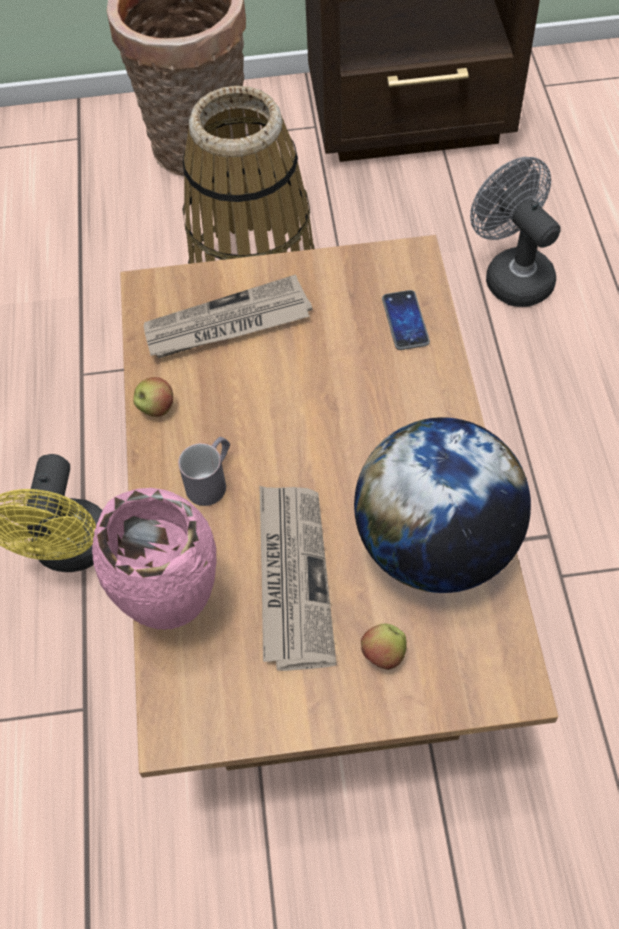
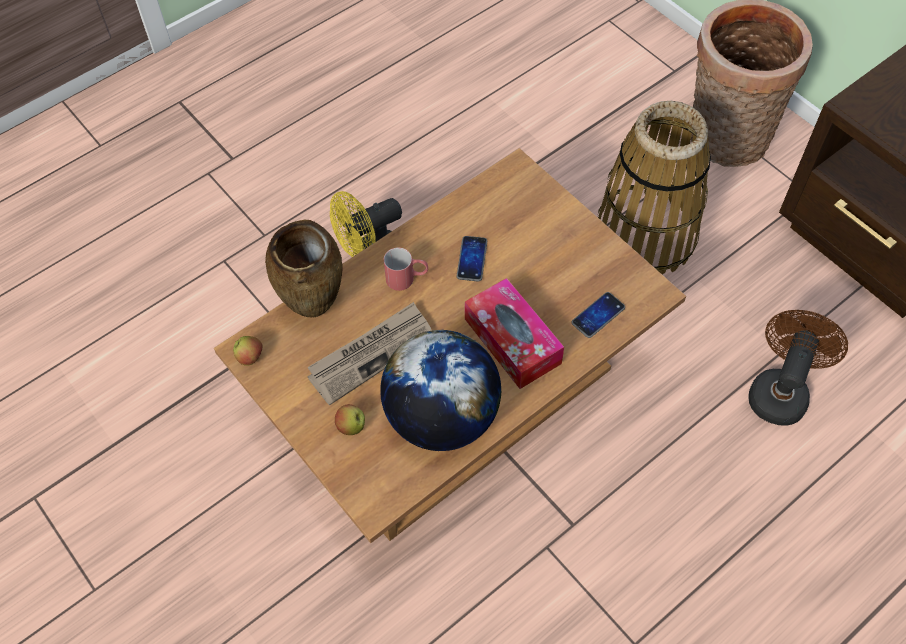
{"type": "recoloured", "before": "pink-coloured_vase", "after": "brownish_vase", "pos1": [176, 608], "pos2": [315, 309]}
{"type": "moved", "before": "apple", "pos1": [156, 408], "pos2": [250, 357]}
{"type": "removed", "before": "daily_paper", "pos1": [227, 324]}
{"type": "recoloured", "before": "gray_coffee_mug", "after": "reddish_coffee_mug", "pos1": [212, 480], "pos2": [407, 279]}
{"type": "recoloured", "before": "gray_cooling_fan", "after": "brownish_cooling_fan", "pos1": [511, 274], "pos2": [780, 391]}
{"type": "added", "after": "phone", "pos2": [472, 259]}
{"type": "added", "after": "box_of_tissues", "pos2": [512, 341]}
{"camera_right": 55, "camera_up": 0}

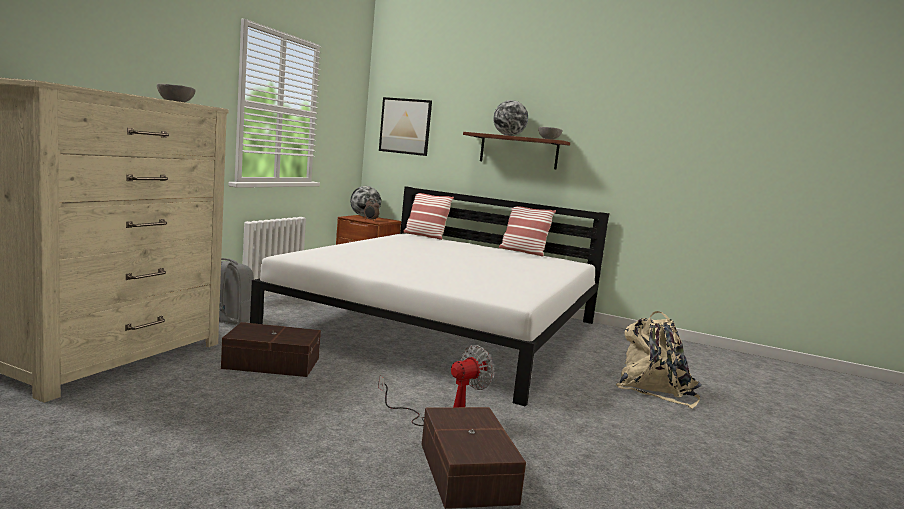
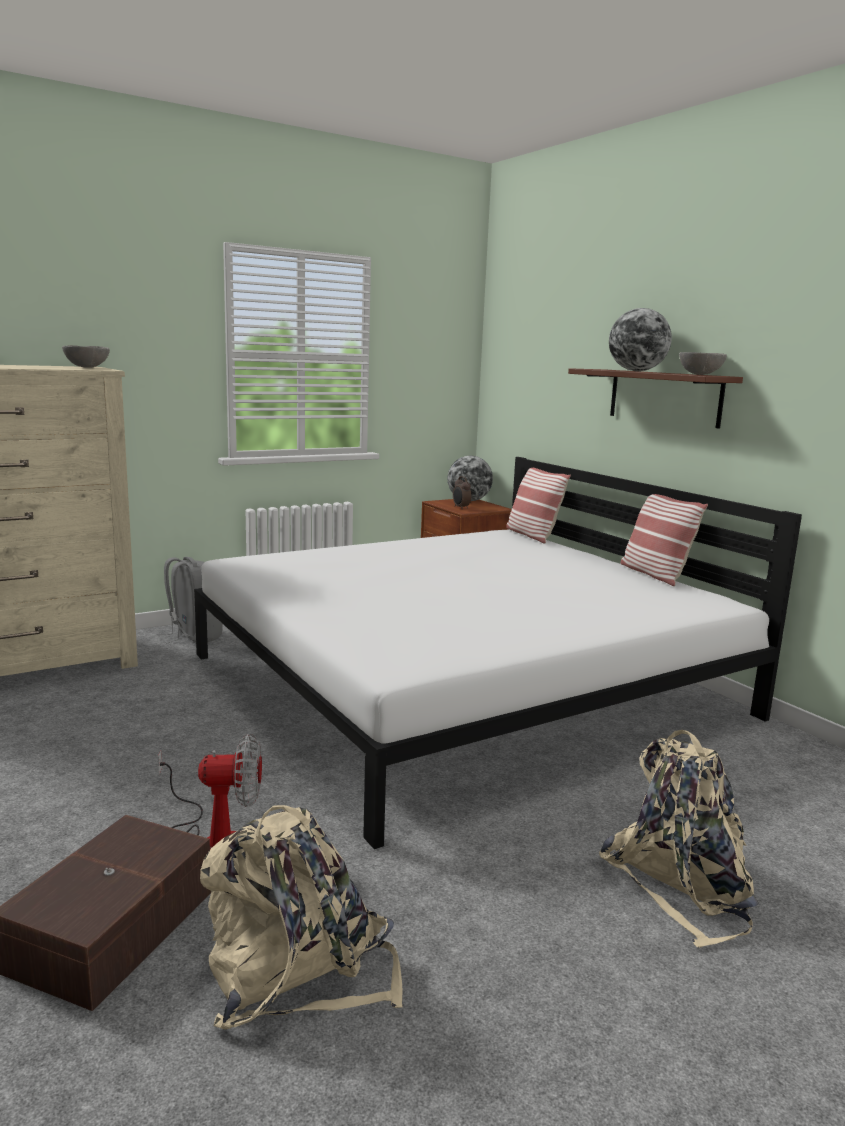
{"type": "removed", "before": "brownish_storage_bin", "pos1": [271, 362]}
{"type": "removed", "before": "wall_picture", "pos1": [405, 126]}
{"type": "added", "after": "sand-coloured_rucksack", "pos2": [298, 971]}
{"camera_right": 35, "camera_up": 5}

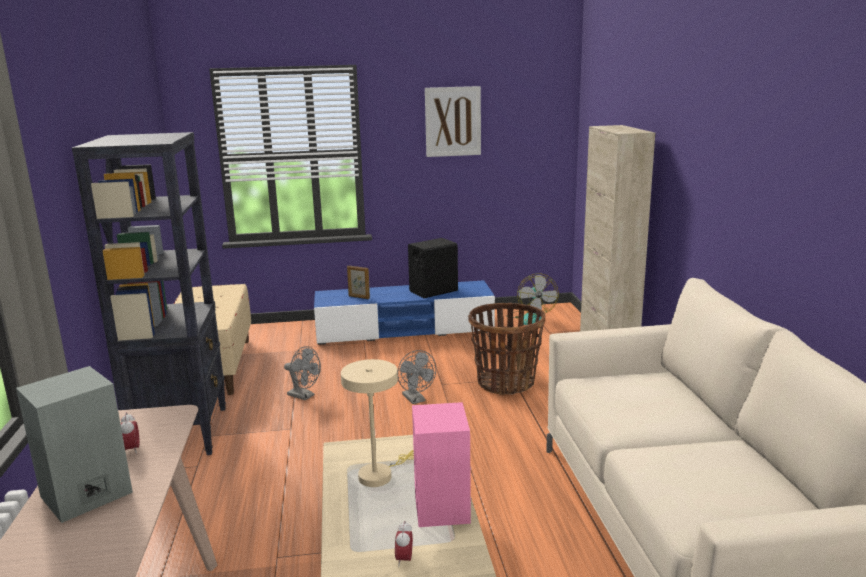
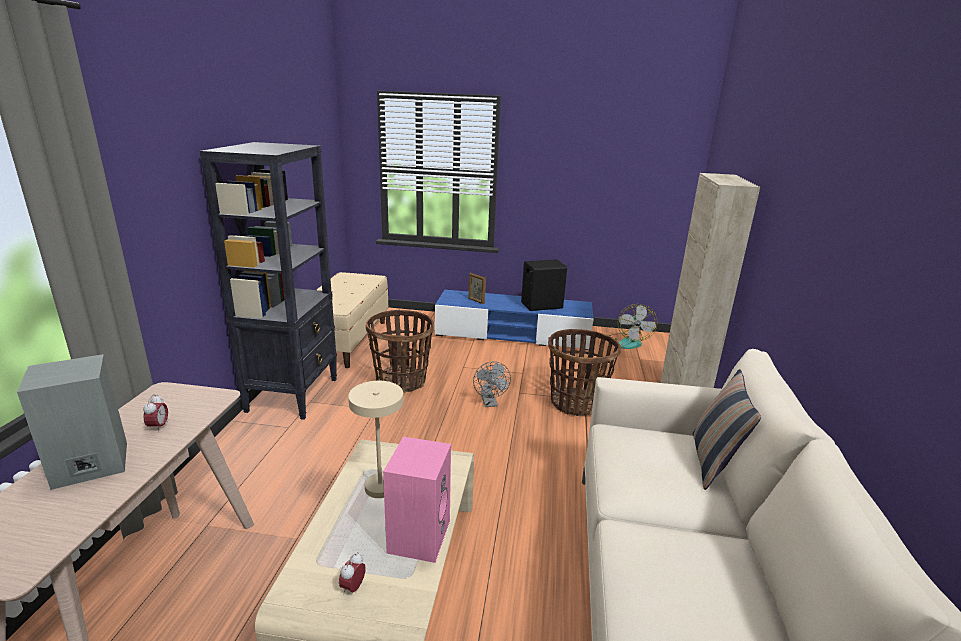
{"type": "replaced", "before": "gray_cooling_fan", "after": "storage_basket", "pos1": [304, 396], "pos2": [401, 381]}
{"type": "removed", "before": "wall_picture", "pos1": [453, 121]}
{"type": "added", "after": "throw_pillow", "pos2": [712, 462]}
{"camera_right": 15, "camera_up": 5}

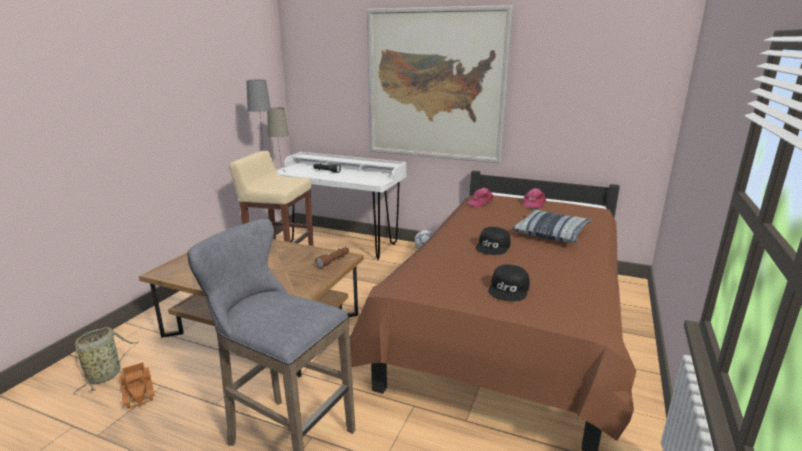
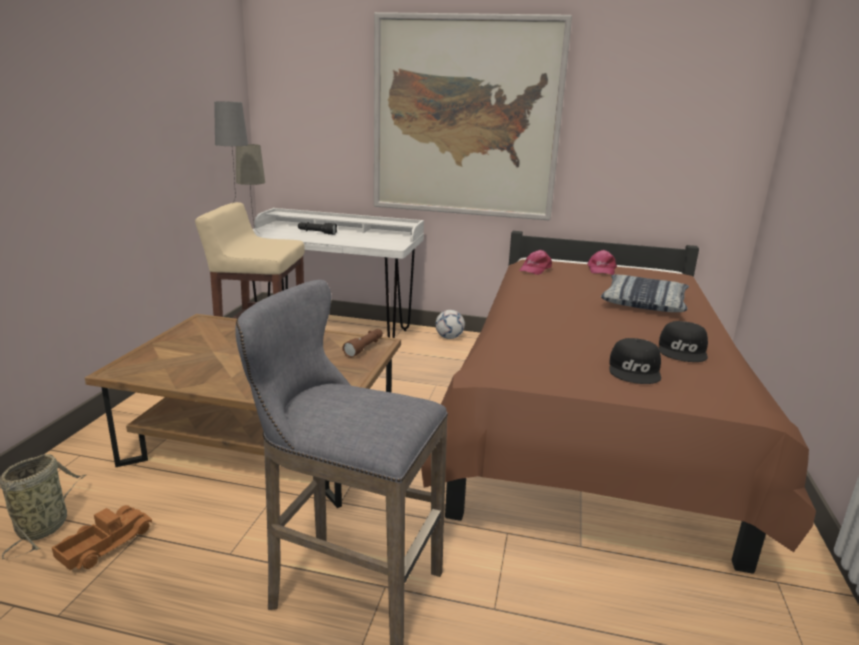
{"type": "turned", "before": "model_truck", "pos1": [139, 390], "pos2": [105, 544], "turn": -105}
{"type": "moved", "before": "blackish_baseball_cap", "pos1": [493, 247], "pos2": [683, 350]}
{"camera_right": -10, "camera_up": 0}

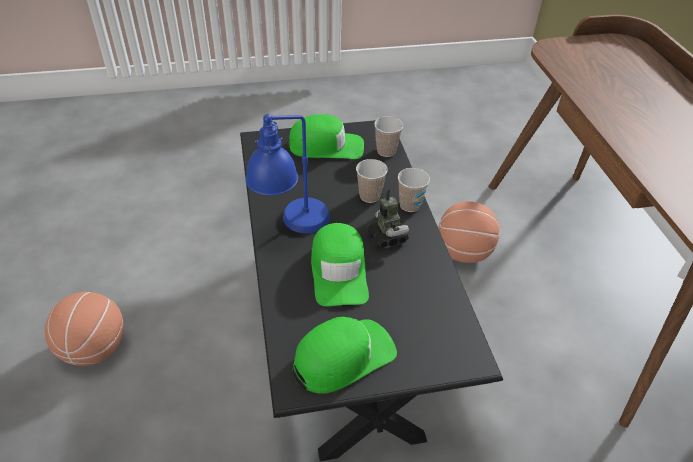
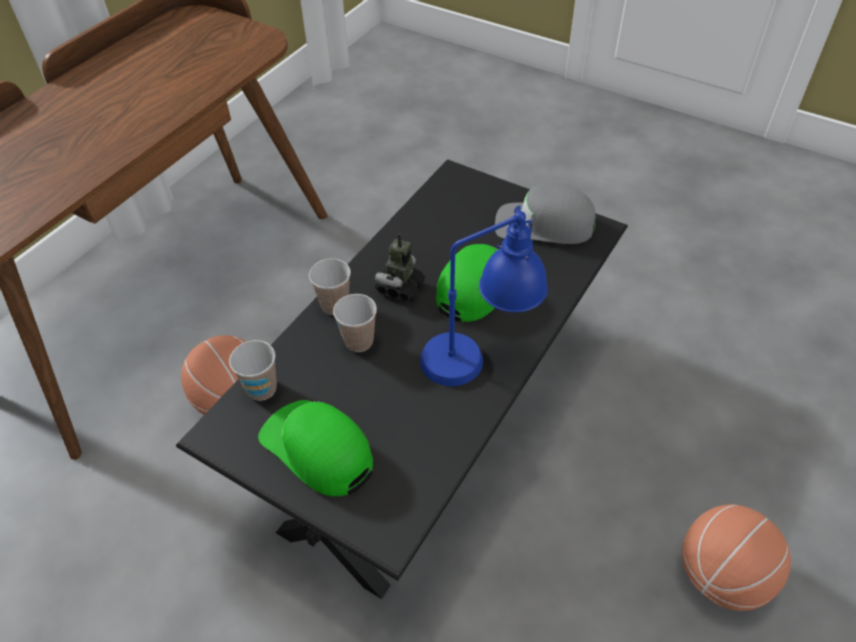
{"type": "recoloured", "before": "green_baseball_cap", "after": "gray_baseball_cap", "pos1": [343, 357], "pos2": [544, 225]}
{"camera_right": -135, "camera_up": 5}

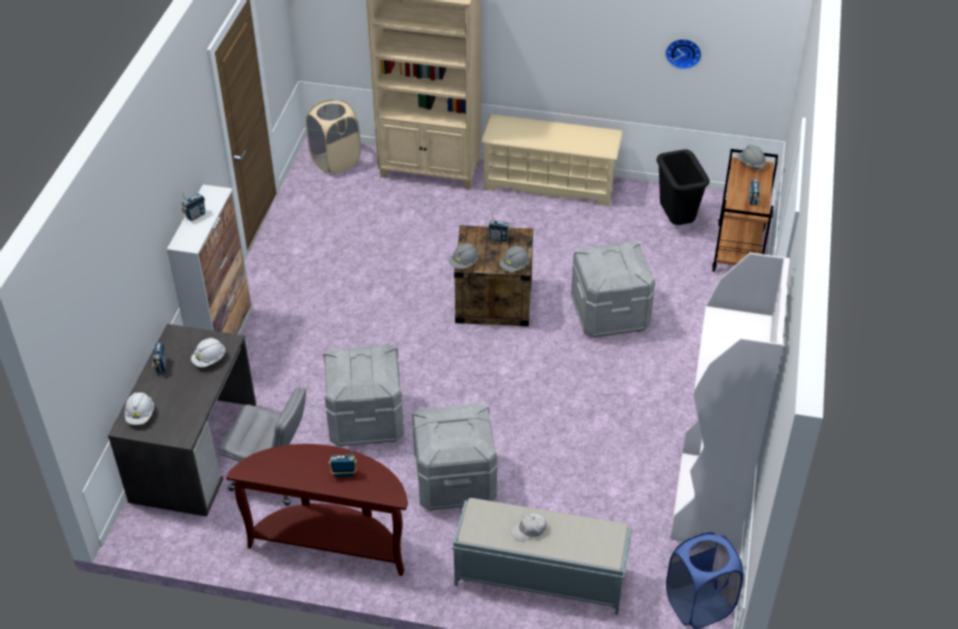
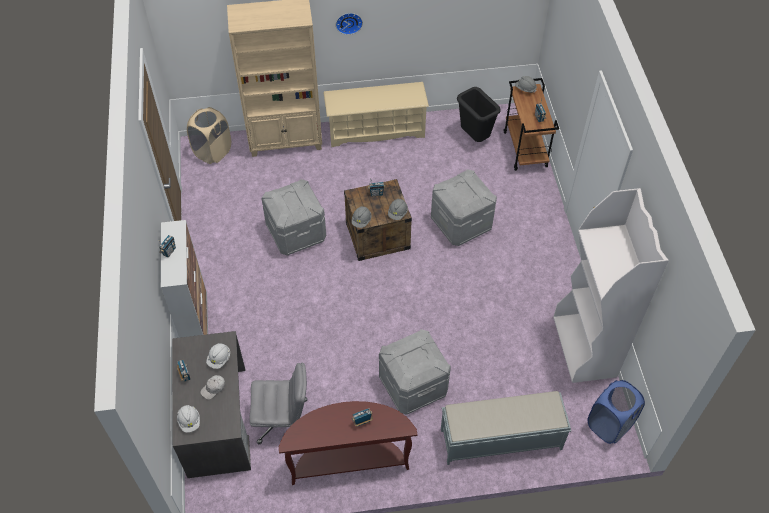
{"type": "moved", "before": "gray_storage_bin", "pos1": [365, 420], "pos2": [296, 233]}
{"type": "moved", "before": "white_baseball_cap", "pos1": [528, 530], "pos2": [213, 388]}
{"type": "moved", "before": "hanging_clock", "pos1": [683, 52], "pos2": [348, 22]}
{"camera_right": -20, "camera_up": 10}

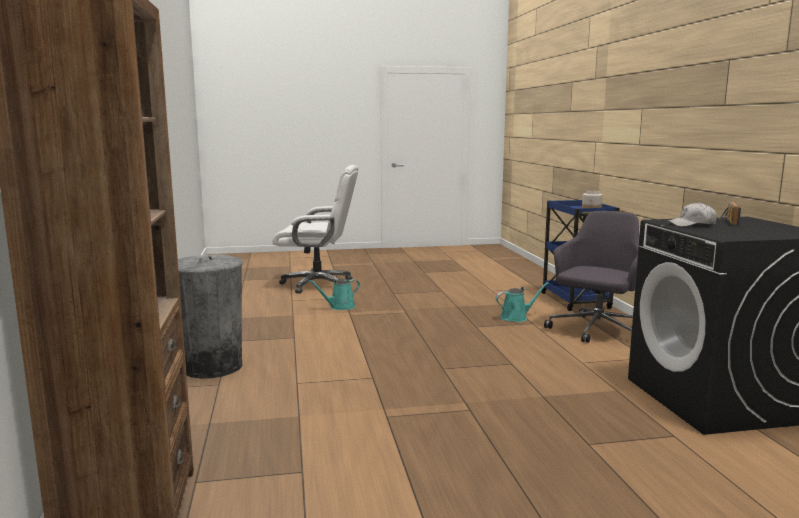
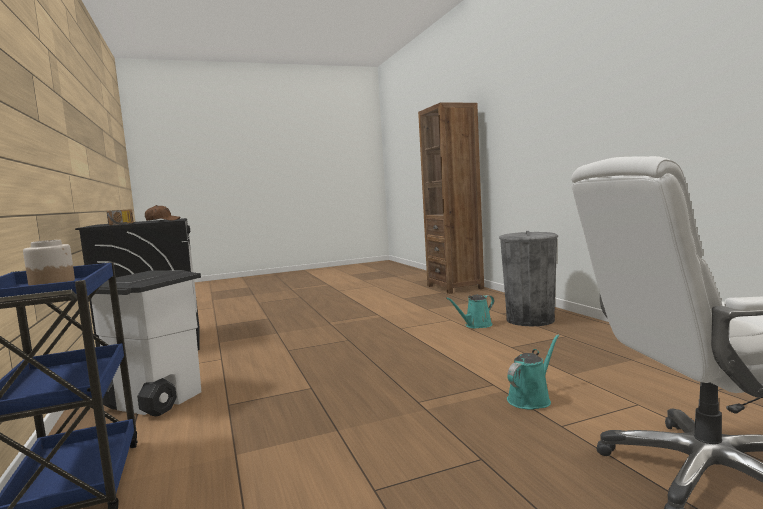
{"type": "moved", "before": "turquoise-coloured_watering_pot", "pos1": [516, 317], "pos2": [476, 325]}
{"type": "replaced", "before": "gray_desk_chair", "after": "white_rubbish_bin", "pos1": [596, 331], "pos2": [152, 402]}
{"type": "recoloured", "before": "white_baseball_cap", "after": "brownish_baseball_cap", "pos1": [691, 224], "pos2": [162, 220]}
{"camera_right": 170, "camera_up": -5}

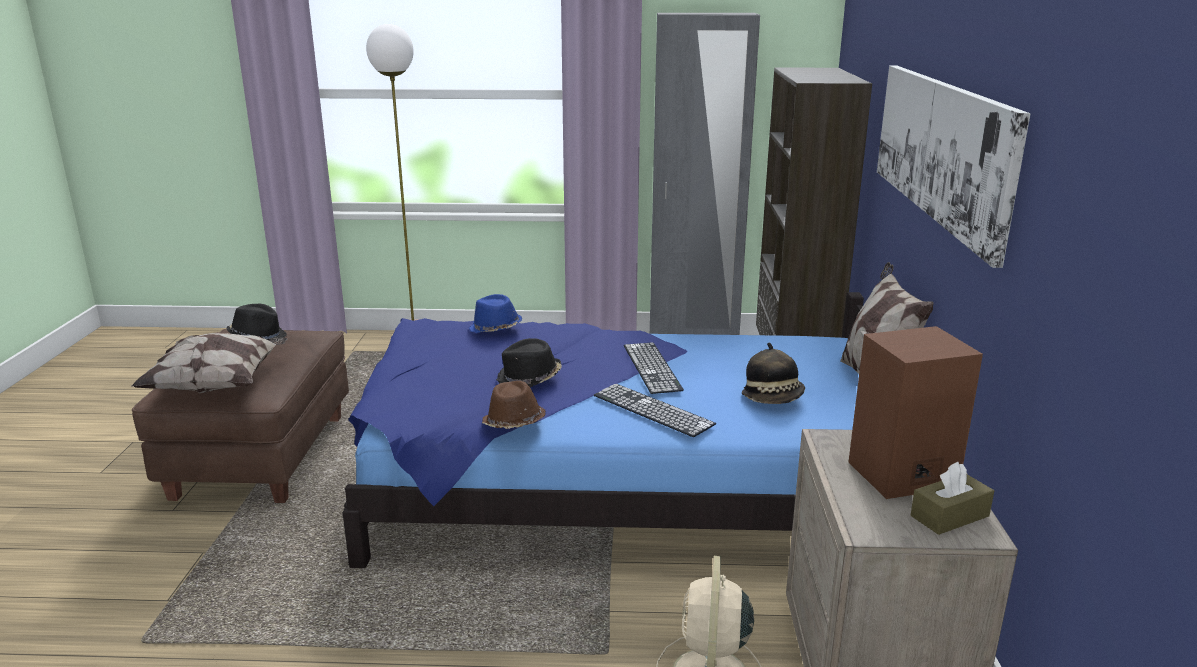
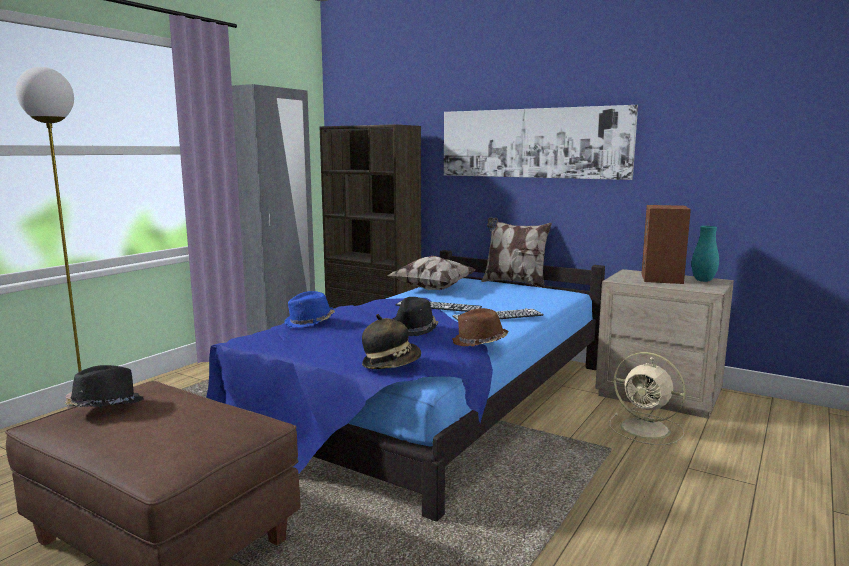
{"type": "moved", "before": "throw_pillow", "pos1": [219, 385], "pos2": [432, 288]}
{"type": "moved", "before": "wearable_hat", "pos1": [773, 399], "pos2": [391, 364]}
{"type": "replaced", "before": "brownish_box_of_tissues", "after": "turquoise-coloured_vase", "pos1": [949, 516], "pos2": [703, 280]}
{"camera_right": -60, "camera_up": -10}

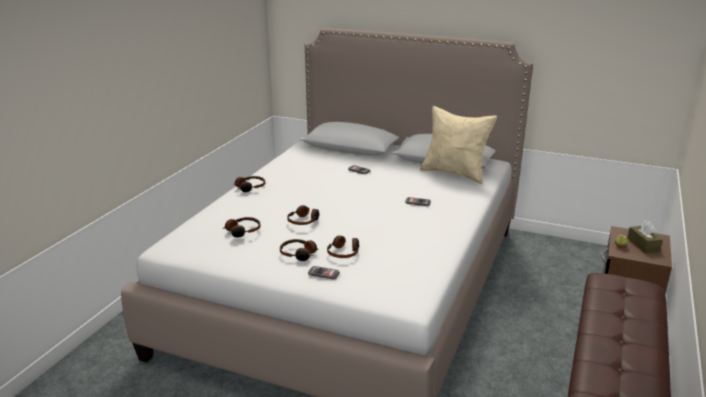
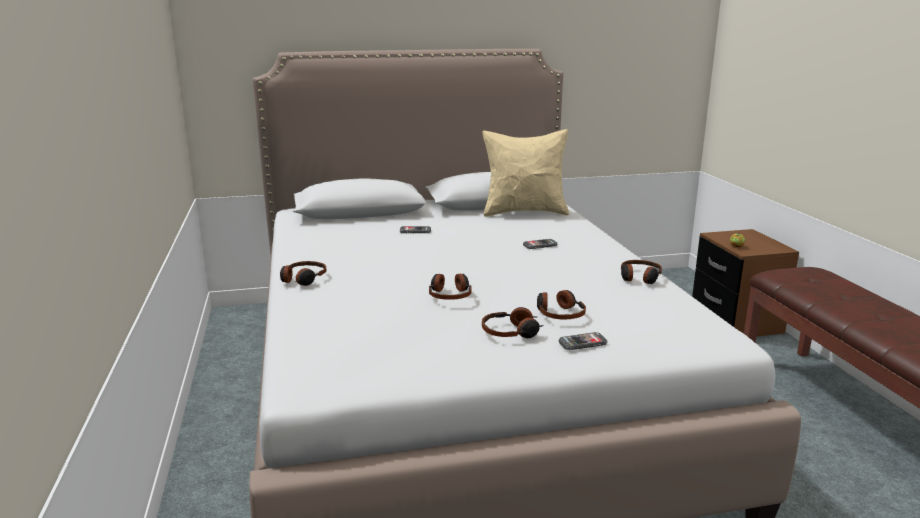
{"type": "moved", "before": "headphones", "pos1": [242, 231], "pos2": [639, 278]}
{"type": "removed", "before": "brownish_box_of_tissues", "pos1": [643, 245]}
{"camera_right": -35, "camera_up": -5}

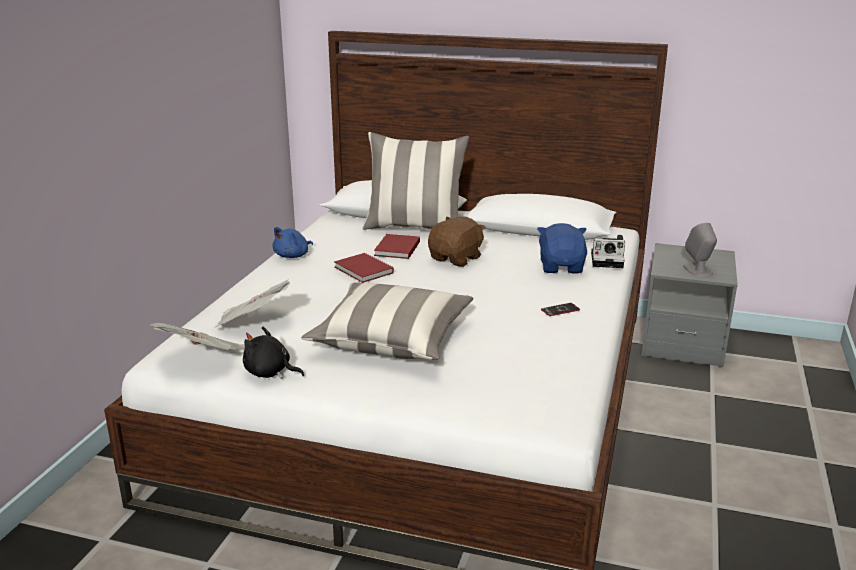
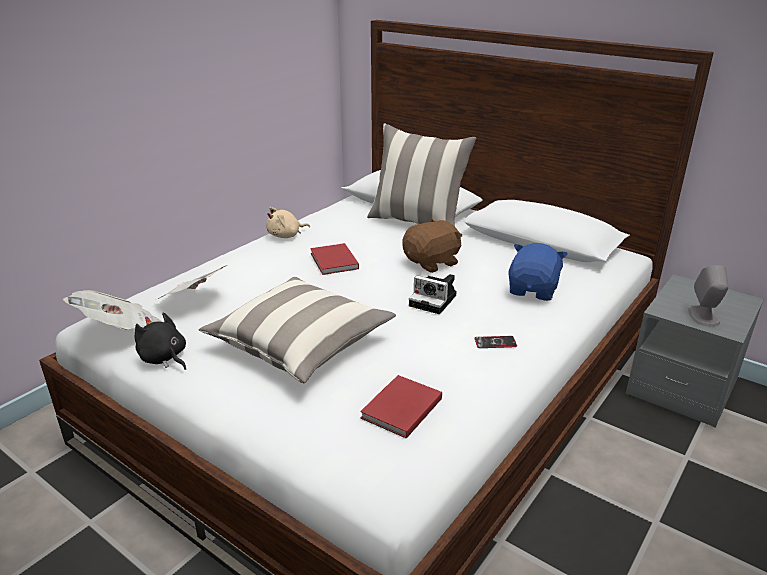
{"type": "recoloured", "before": "blue_cuddly_toy", "after": "sand-coloured_cuddly_toy", "pos1": [293, 256], "pos2": [286, 235]}
{"type": "moved", "before": "reddish_book", "pos1": [396, 249], "pos2": [399, 409]}
{"type": "moved", "before": "photo_camera", "pos1": [608, 260], "pos2": [435, 301]}
{"camera_right": 20, "camera_up": 5}

